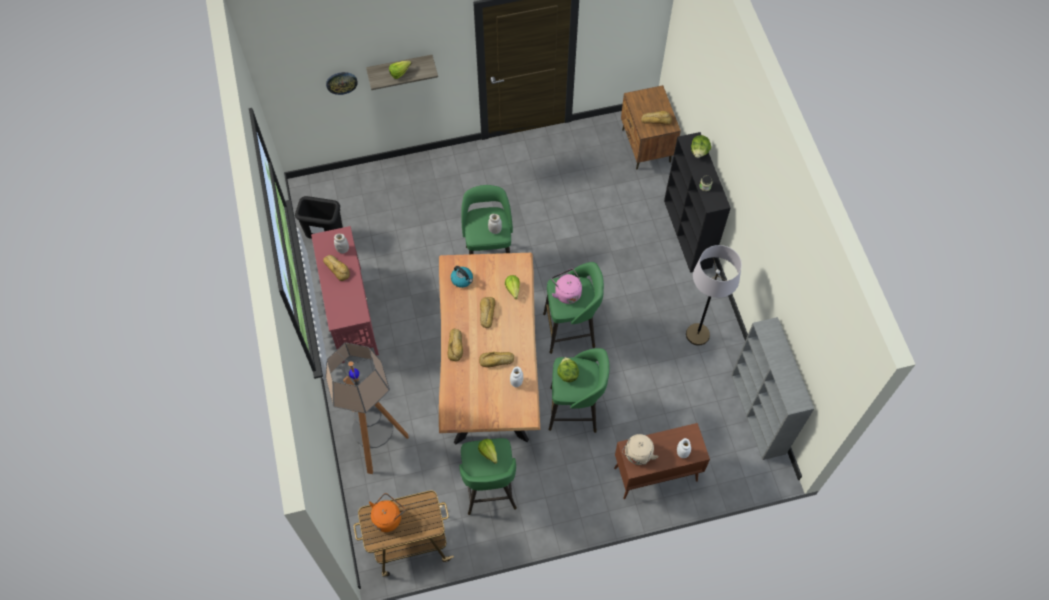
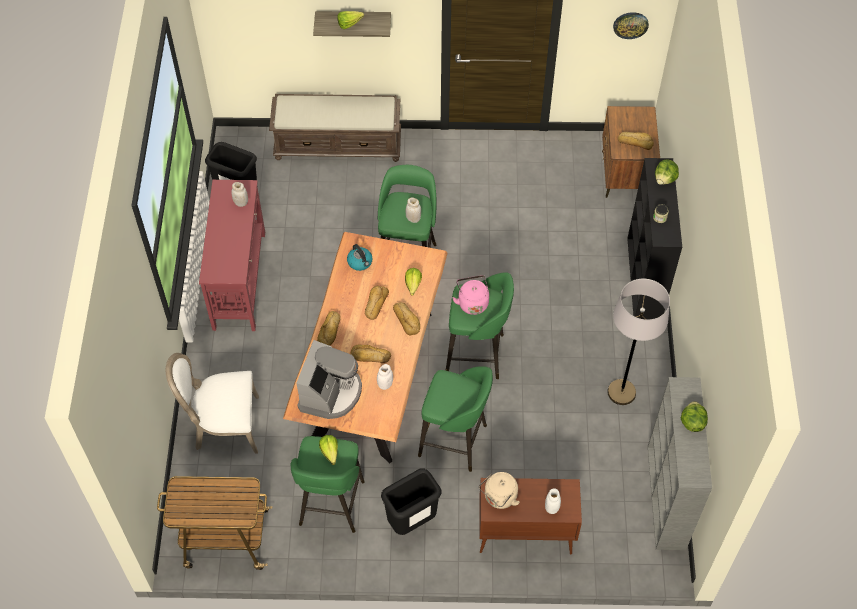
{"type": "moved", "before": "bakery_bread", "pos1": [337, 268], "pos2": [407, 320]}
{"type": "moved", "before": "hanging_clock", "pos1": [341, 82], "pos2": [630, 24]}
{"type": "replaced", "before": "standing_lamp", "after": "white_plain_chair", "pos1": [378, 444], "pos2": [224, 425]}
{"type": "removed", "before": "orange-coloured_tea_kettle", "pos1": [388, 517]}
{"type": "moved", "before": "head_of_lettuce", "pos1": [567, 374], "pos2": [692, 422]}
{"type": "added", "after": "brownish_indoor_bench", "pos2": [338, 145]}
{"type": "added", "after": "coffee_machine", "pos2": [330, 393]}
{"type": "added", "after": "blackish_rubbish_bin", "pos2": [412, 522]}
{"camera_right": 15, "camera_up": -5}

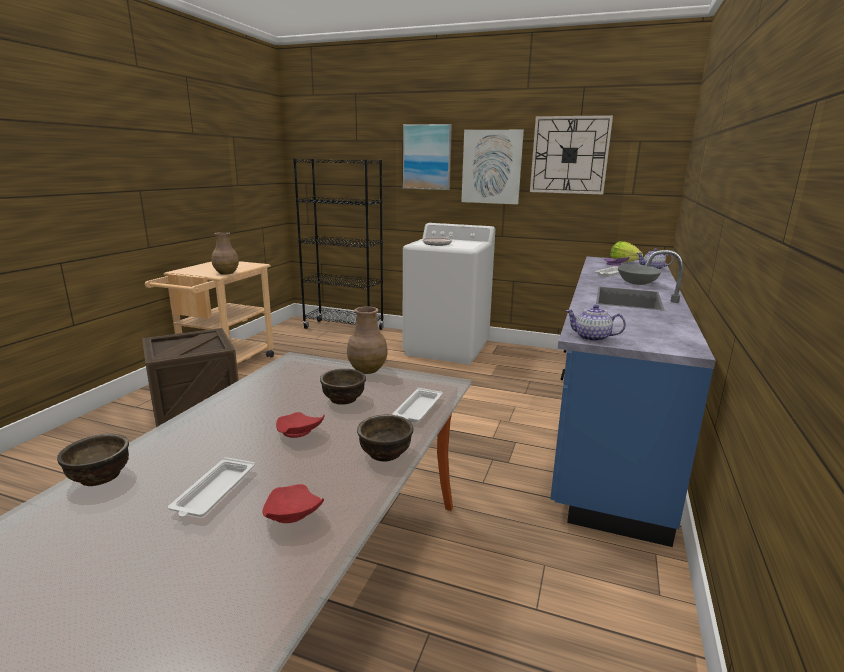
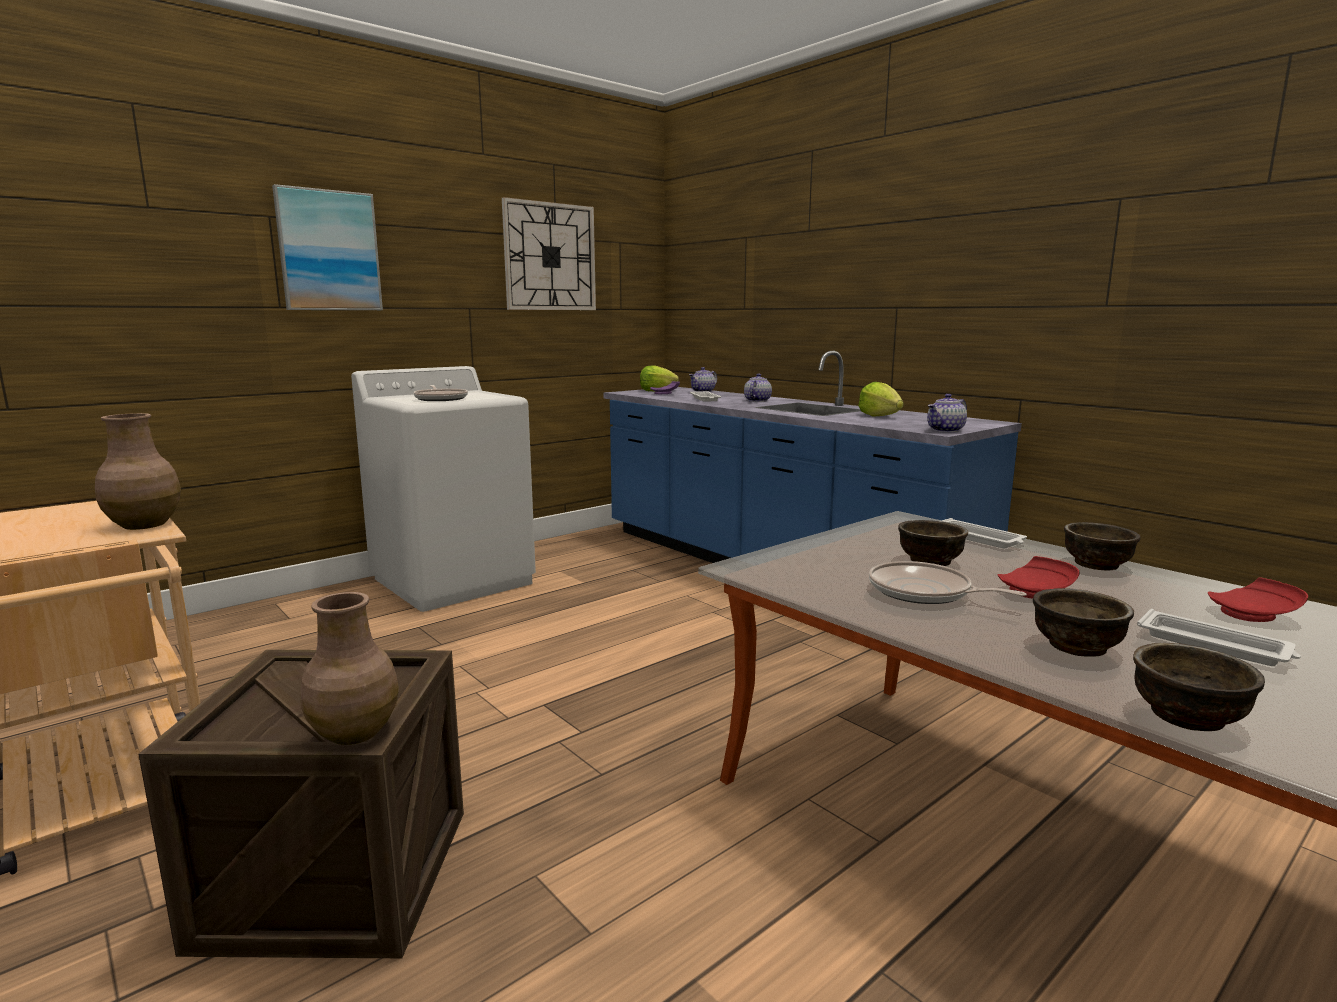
{"type": "removed", "before": "blackish_bookcase", "pos1": [344, 329]}
{"type": "moved", "before": "brownish_vase", "pos1": [367, 369], "pos2": [353, 732]}
{"type": "removed", "before": "wall_picture", "pos1": [491, 167]}
{"type": "replaced", "before": "gray_bowl", "after": "pot_for_tea", "pos1": [636, 283], "pos2": [757, 401]}
{"type": "added", "after": "head_of_lettuce", "pos2": [880, 416]}
{"type": "added", "after": "pan", "pos2": [924, 592]}
{"type": "added", "after": "brownish_bowl", "pos2": [1077, 647]}
{"camera_right": -60, "camera_up": -5}

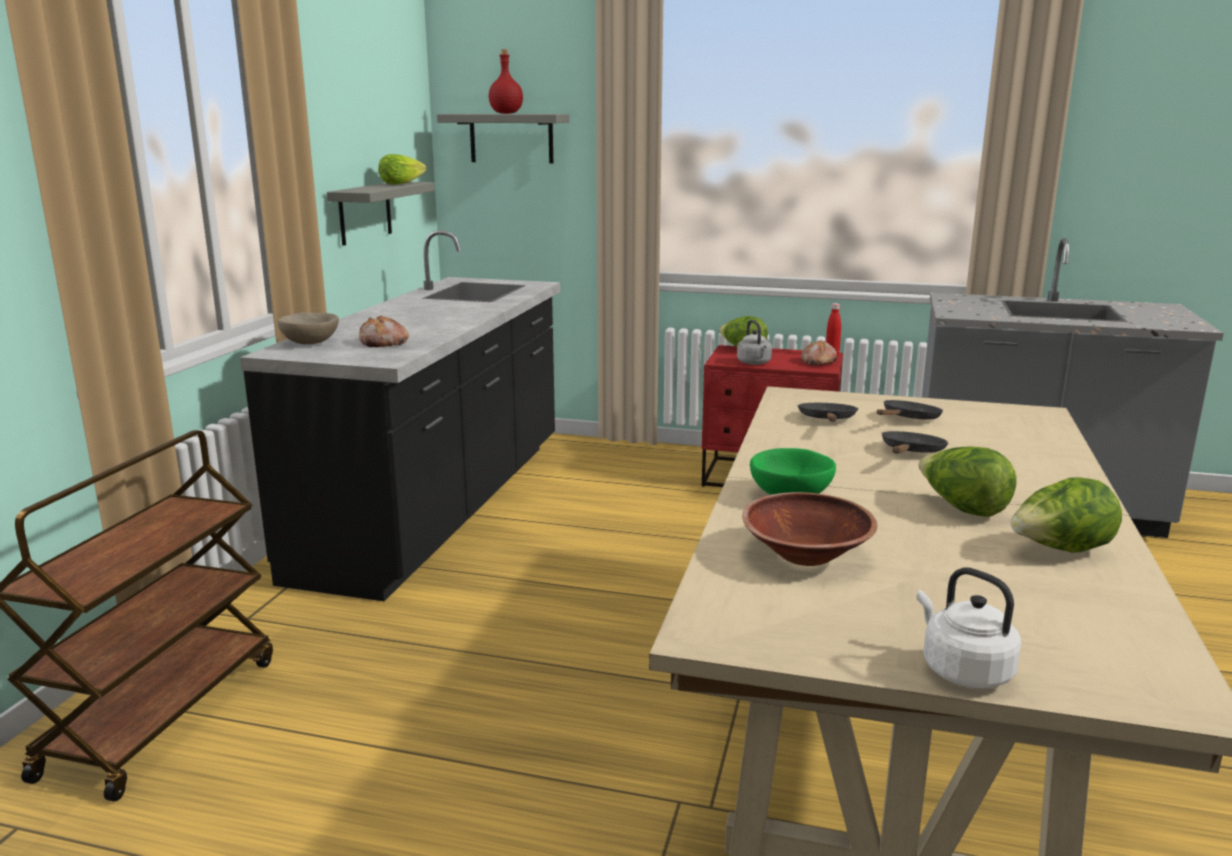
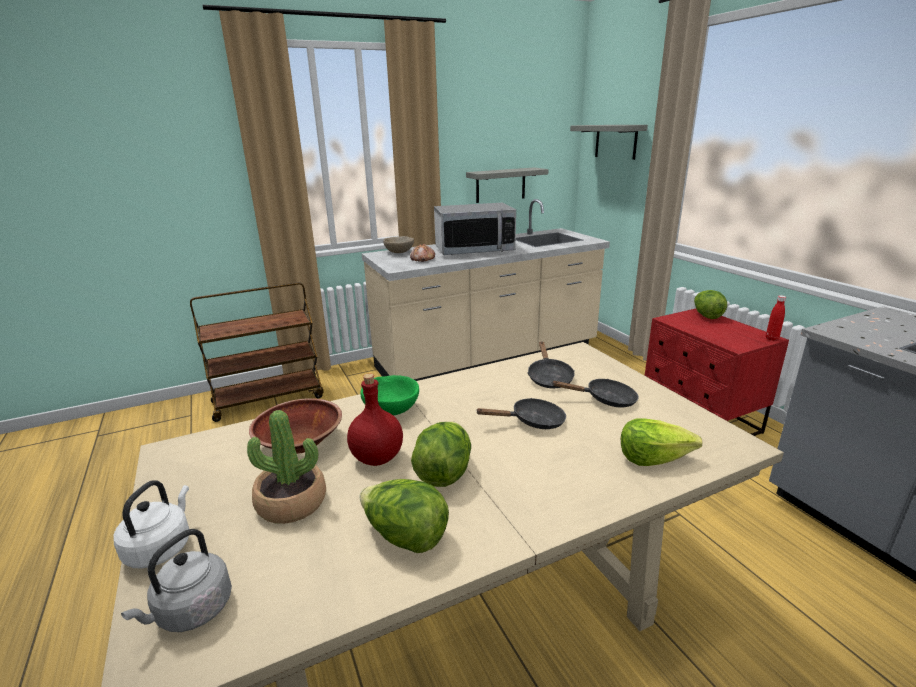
{"type": "recoloured", "before": "blackish_counter", "after": "sand-coloured_counter", "pos1": [440, 507], "pos2": [488, 358]}
{"type": "moved", "before": "head_of_lettuce", "pos1": [401, 184], "pos2": [653, 458]}
{"type": "moved", "before": "reddish_bottle", "pos1": [506, 113], "pos2": [376, 458]}
{"type": "moved", "before": "gray_tea_kettle", "pos1": [754, 363], "pos2": [191, 611]}
{"type": "turned", "before": "blackish_pan", "pos1": [827, 420], "pos2": [549, 377], "turn": 120}
{"type": "removed", "before": "bakery_bread", "pos1": [817, 362]}
{"type": "added", "after": "plant_in_a_pot", "pos2": [291, 503]}
{"type": "added", "after": "kitchen_microwave", "pos2": [474, 250]}
{"camera_right": 50, "camera_up": 5}

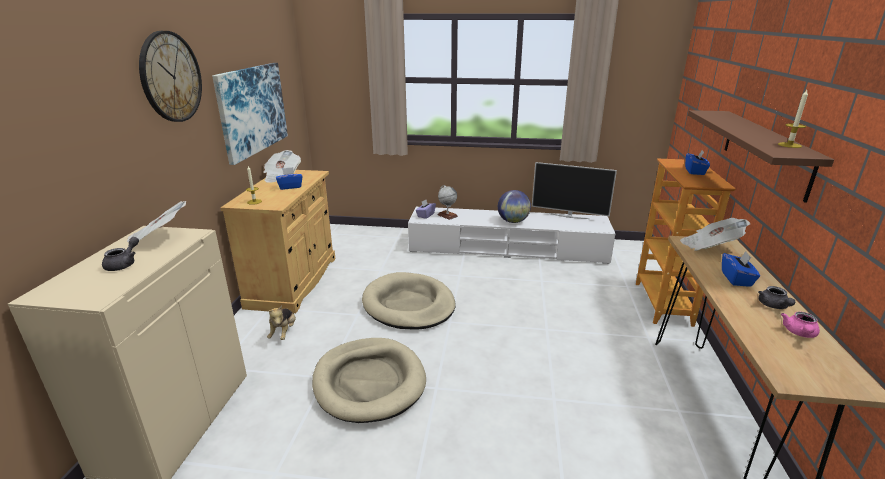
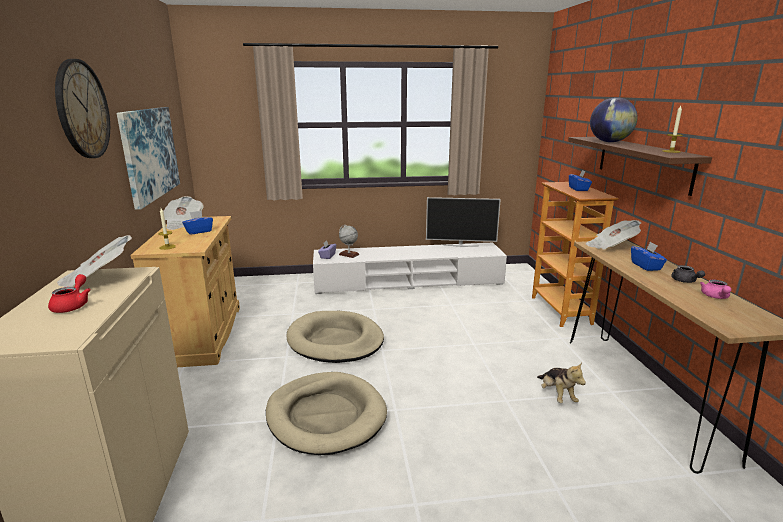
{"type": "recoloured", "before": "gray_pot_for_tea", "after": "reddish_pot_for_tea", "pos1": [124, 264], "pos2": [73, 305]}
{"type": "moved", "before": "cuddly_toy", "pos1": [284, 332], "pos2": [557, 395]}
{"type": "moved", "before": "desk_globe", "pos1": [513, 221], "pos2": [610, 142]}
{"camera_right": -15, "camera_up": -5}

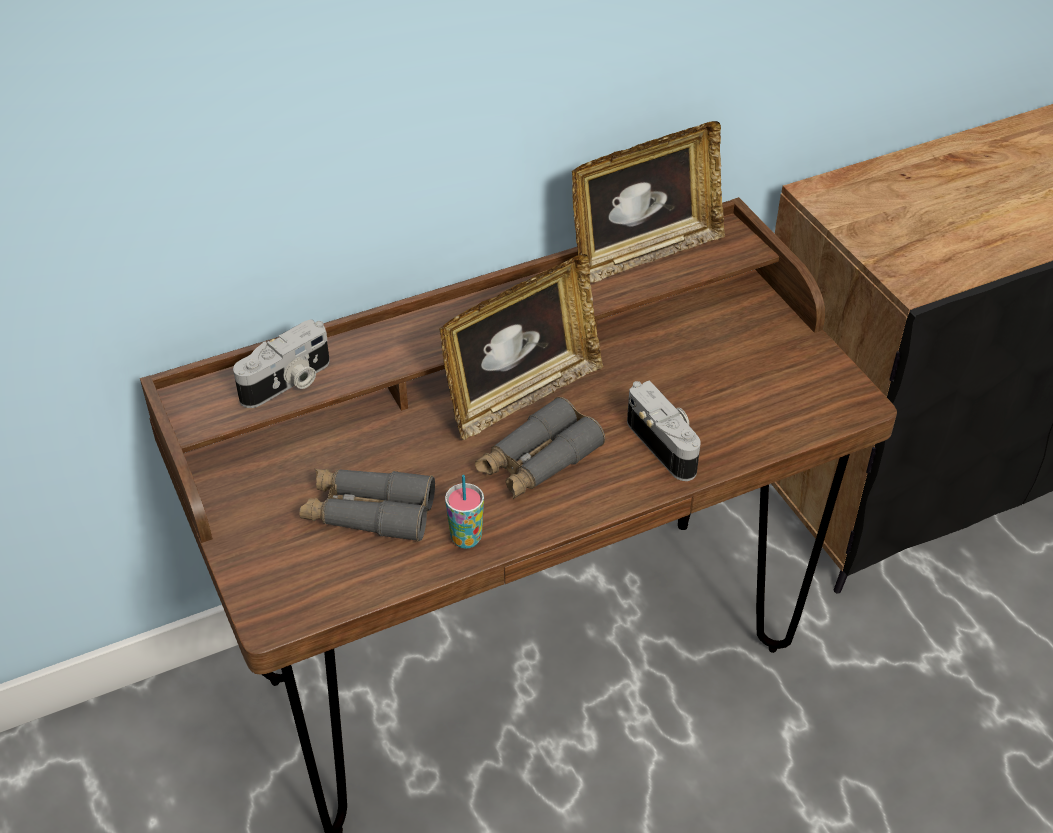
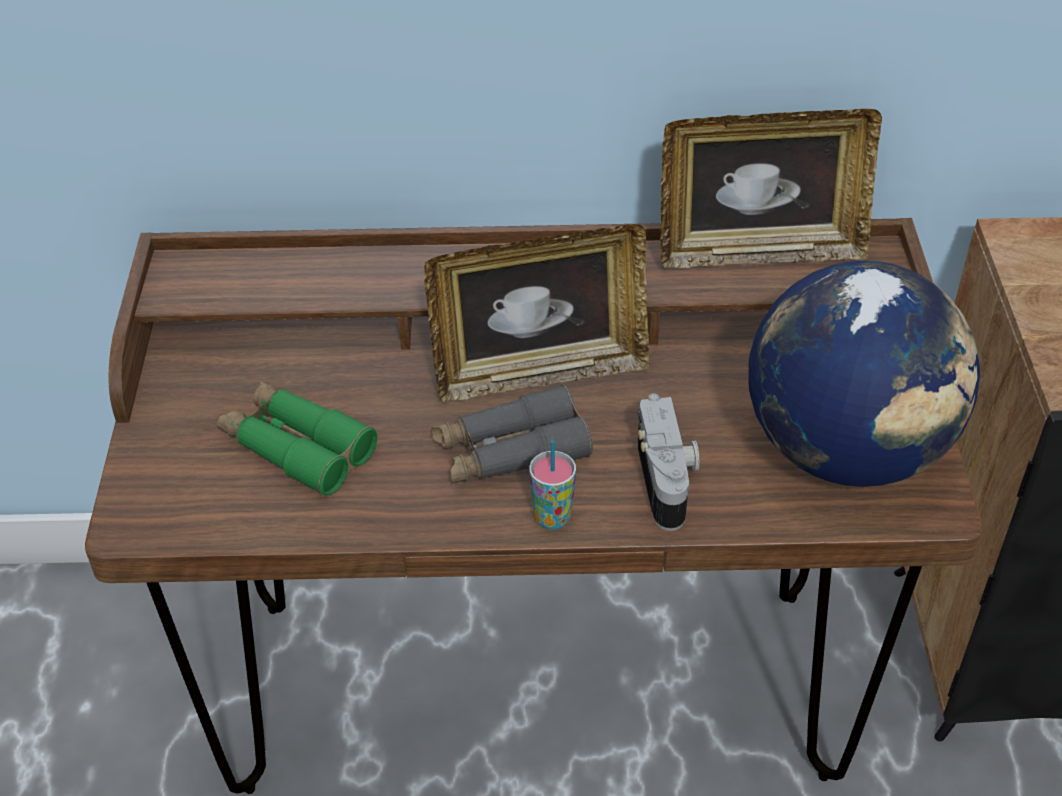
{"type": "removed", "before": "photo_camera", "pos1": [288, 383]}
{"type": "recoloured", "before": "gray_binoculars", "after": "green_binoculars", "pos1": [368, 512], "pos2": [297, 447]}
{"type": "moved", "before": "cup", "pos1": [466, 538], "pos2": [552, 517]}
{"type": "added", "after": "desk_globe", "pos2": [847, 450]}
{"camera_right": 25, "camera_up": 0}

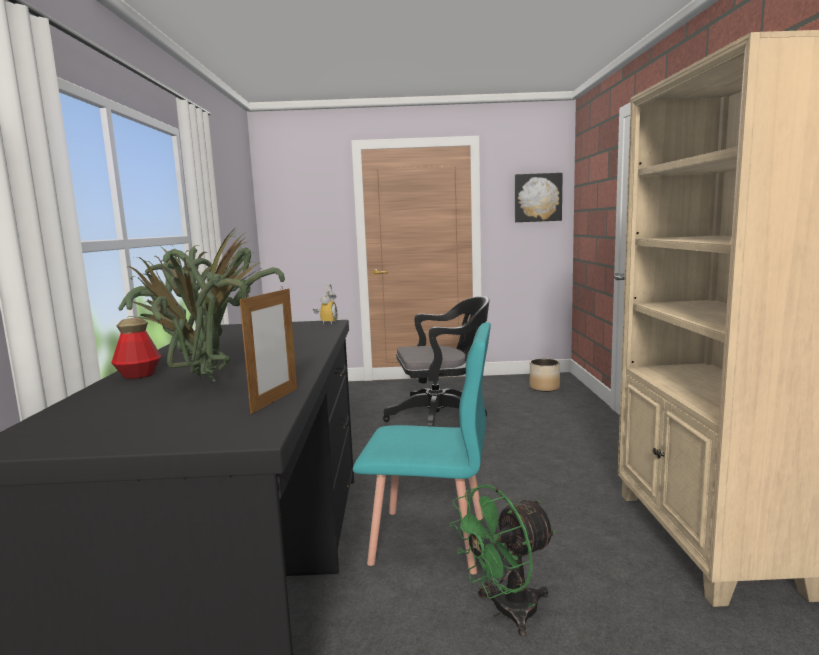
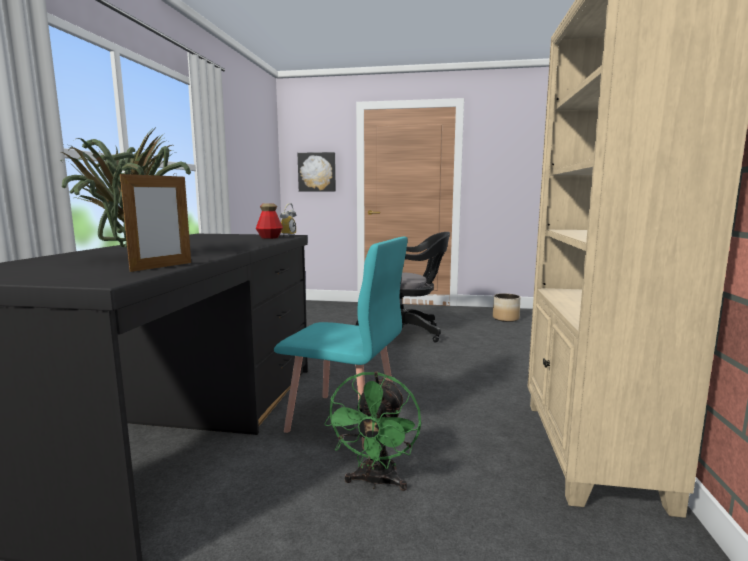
{"type": "moved", "before": "bottle", "pos1": [139, 375], "pos2": [269, 238]}
{"type": "turned", "before": "green_cooling_fan", "pos1": [505, 612], "pos2": [376, 482], "turn": -60}
{"type": "moved", "before": "wall_picture", "pos1": [537, 197], "pos2": [317, 172]}
{"camera_right": 10, "camera_up": 0}

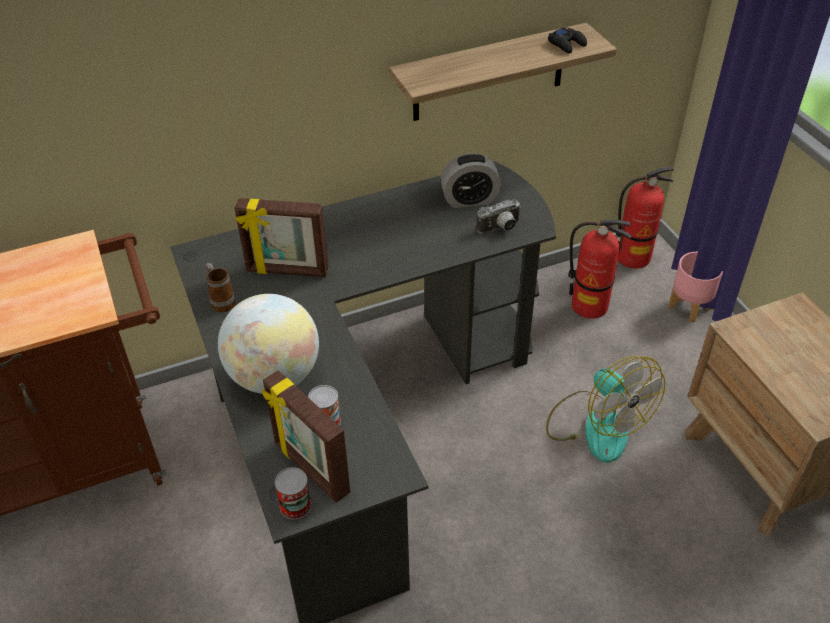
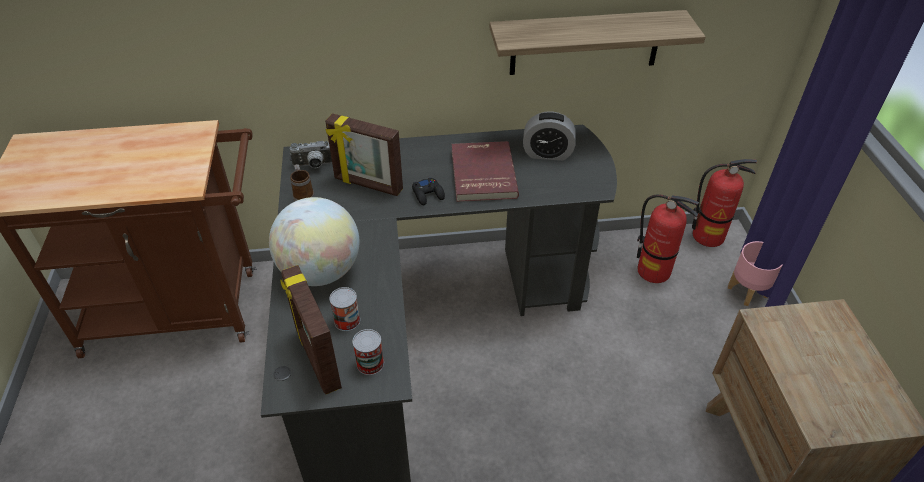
{"type": "moved", "before": "can", "pos1": [295, 505], "pos2": [370, 363]}
{"type": "moved", "before": "photo_camera", "pos1": [500, 229], "pos2": [313, 166]}
{"type": "removed", "before": "cooling_fan", "pos1": [596, 425]}
{"type": "moved", "before": "blackish_game_controller", "pos1": [567, 44], "pos2": [428, 194]}
{"type": "added", "after": "reddish_book", "pos2": [481, 174]}
{"camera_right": 15, "camera_up": 0}

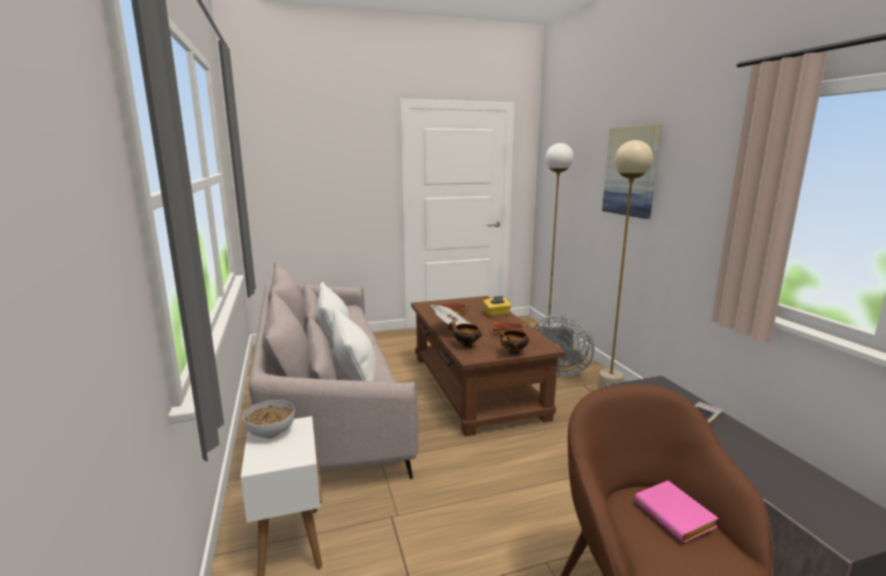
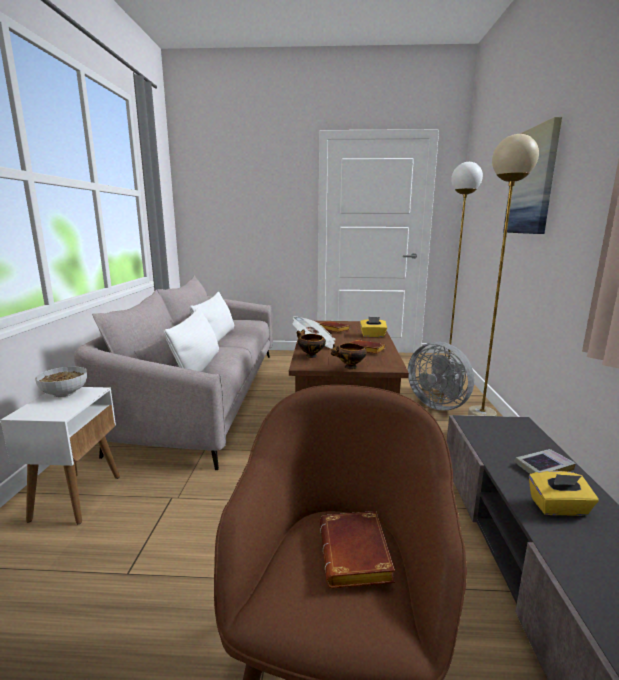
{"type": "recoloured", "before": "pink-coloured_book", "after": "brownish_book", "pos1": [677, 516], "pos2": [357, 556]}
{"type": "added", "after": "yellow_box_of_tissues", "pos2": [559, 508]}
{"camera_right": 20, "camera_up": 0}

